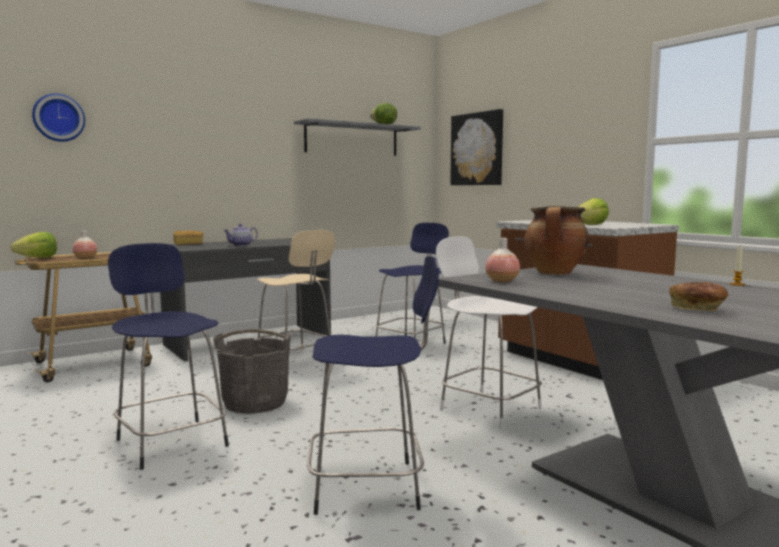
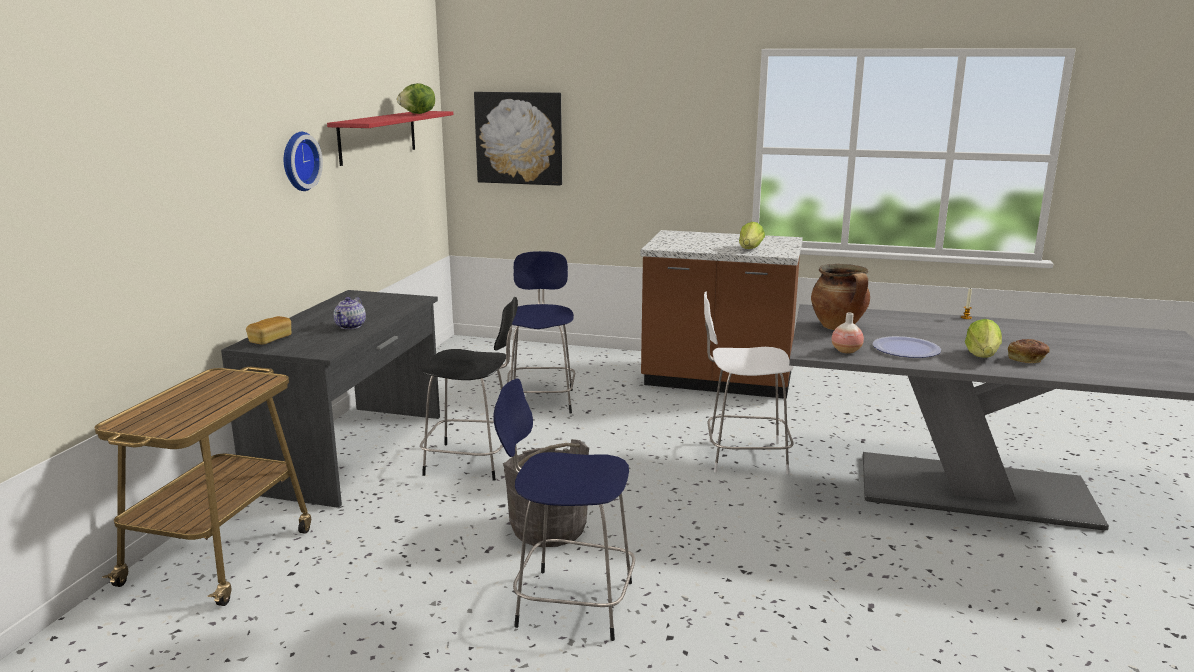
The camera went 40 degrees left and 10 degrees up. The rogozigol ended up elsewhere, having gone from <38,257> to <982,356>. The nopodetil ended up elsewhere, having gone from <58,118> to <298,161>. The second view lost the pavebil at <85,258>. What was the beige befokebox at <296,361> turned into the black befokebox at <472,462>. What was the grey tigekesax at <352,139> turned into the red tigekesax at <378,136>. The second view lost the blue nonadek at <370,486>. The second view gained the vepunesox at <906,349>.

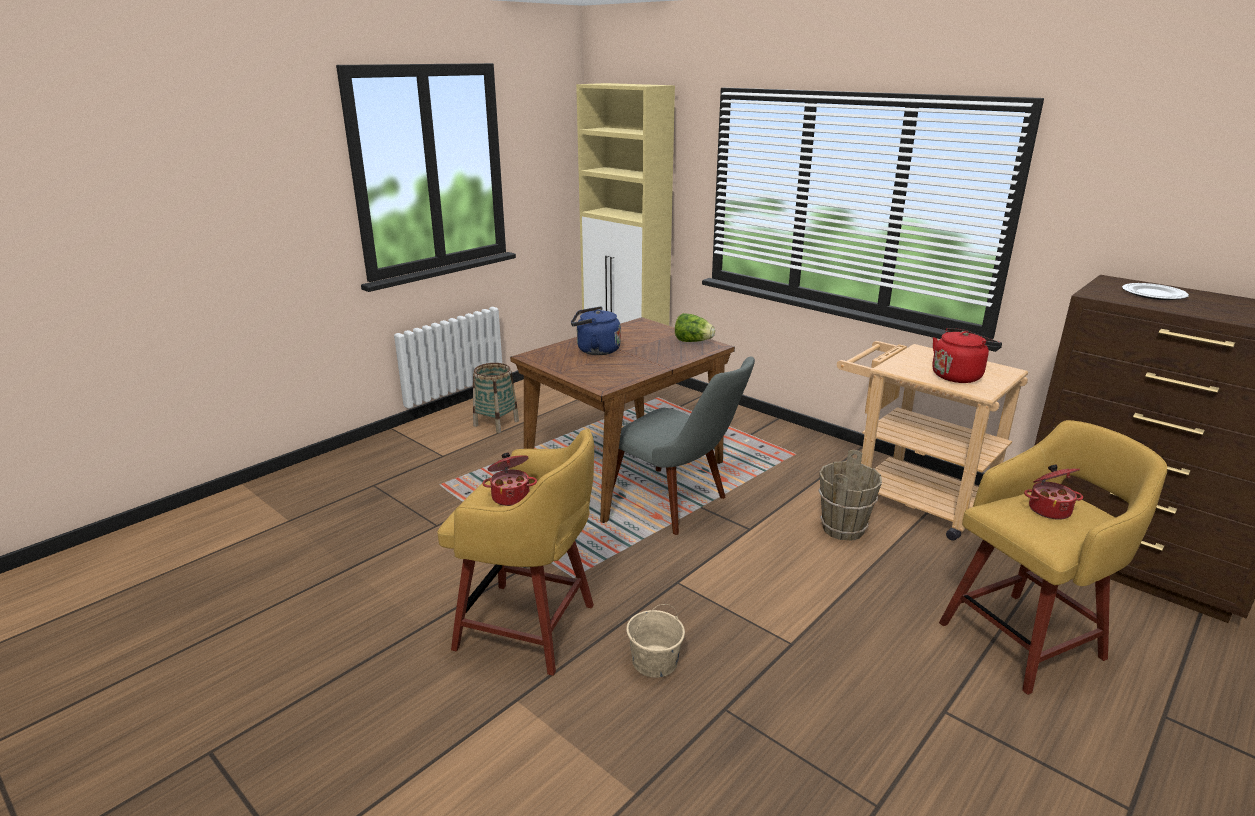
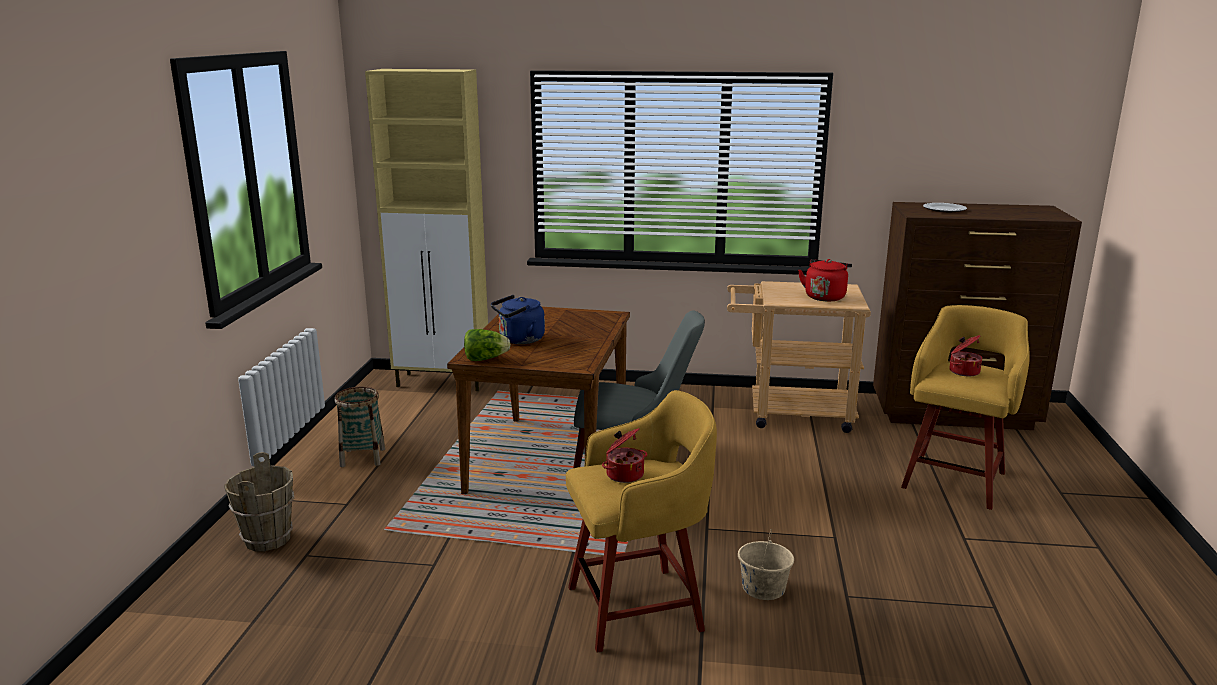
The camera went 35 degrees left and 5 degrees down. The rogozigol ended up elsewhere, having gone from <693,341> to <485,359>. The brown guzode ended up elsewhere, having gone from <843,529> to <268,539>.

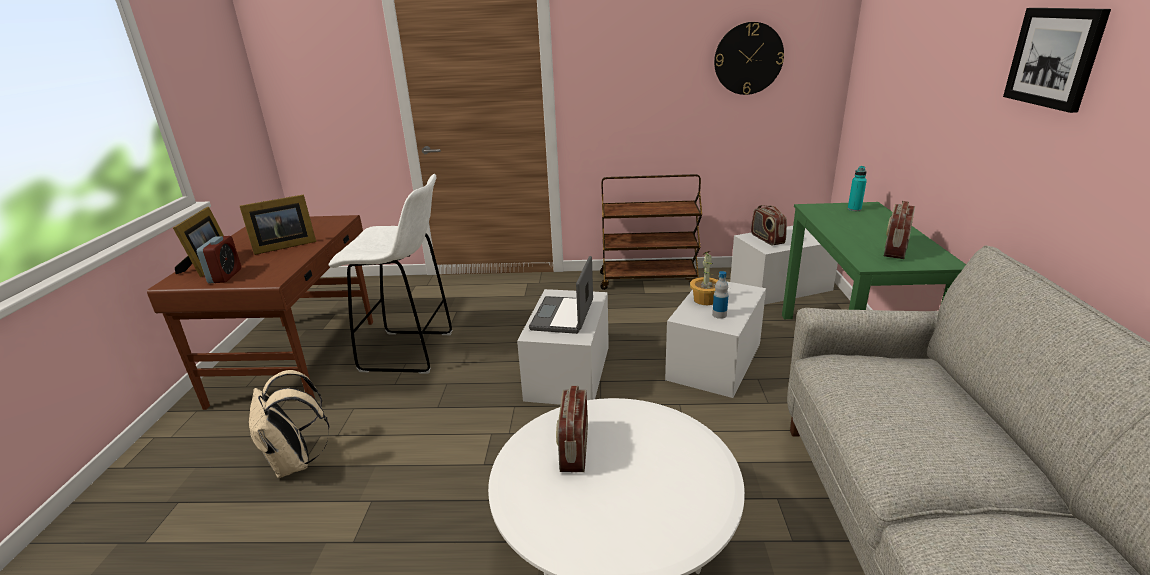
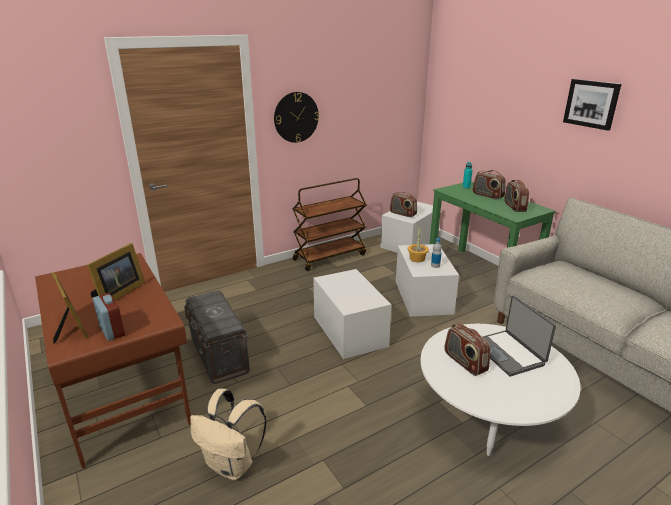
The camera went 35 degrees left and 0 degrees up. Where the white nonadek stood at <410,352>, the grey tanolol came to stand at <219,356>. The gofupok ended up elsewhere, having gone from <564,316> to <509,353>. The nopodetil ended up elsewhere, having gone from <748,58> to <296,117>. The second view gained the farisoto at <487,195>.

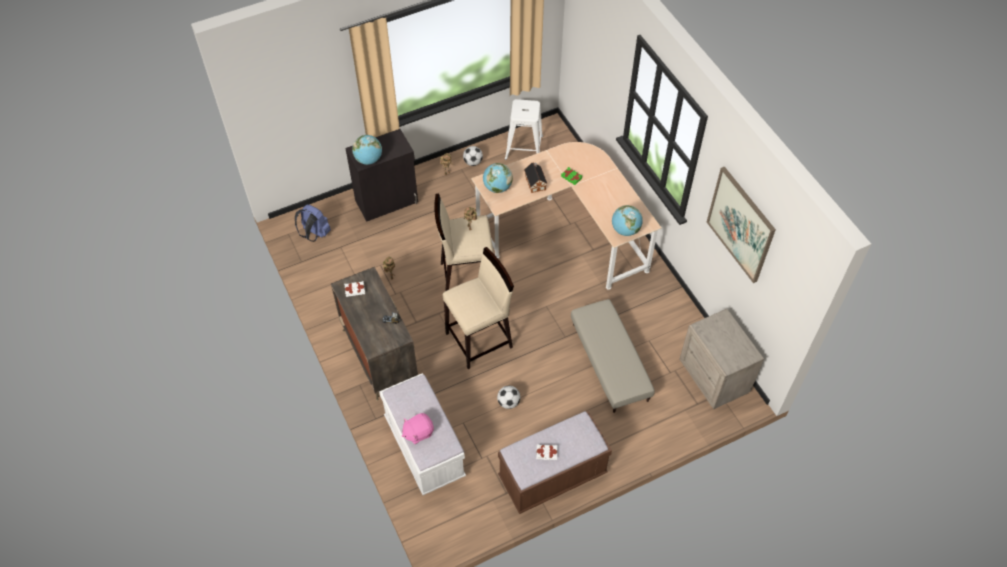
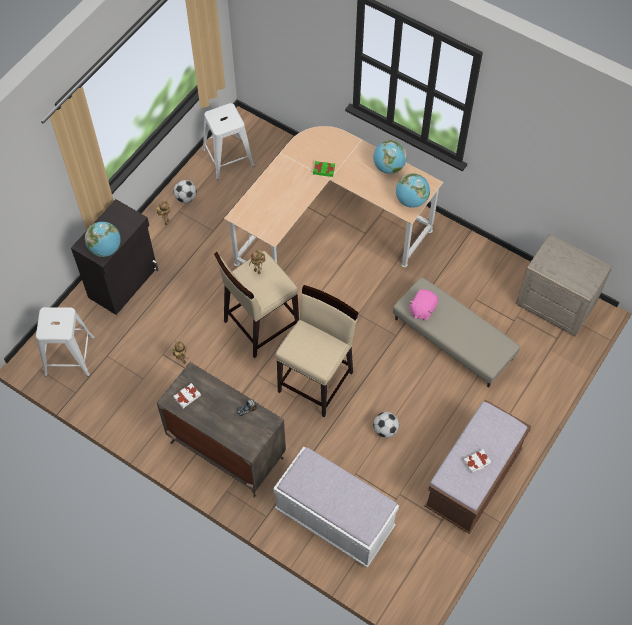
The camera went 30 degrees left and 5 degrees up. Where the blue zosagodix stood at <314,234>, the white nonadek came to stand at <69,355>. The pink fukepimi ended up elsewhere, having gone from <418,432> to <422,309>. The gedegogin ended up elsewhere, having gone from <497,187> to <388,167>. The second view lost the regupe at <535,182>. The second view lost the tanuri at <740,224>.

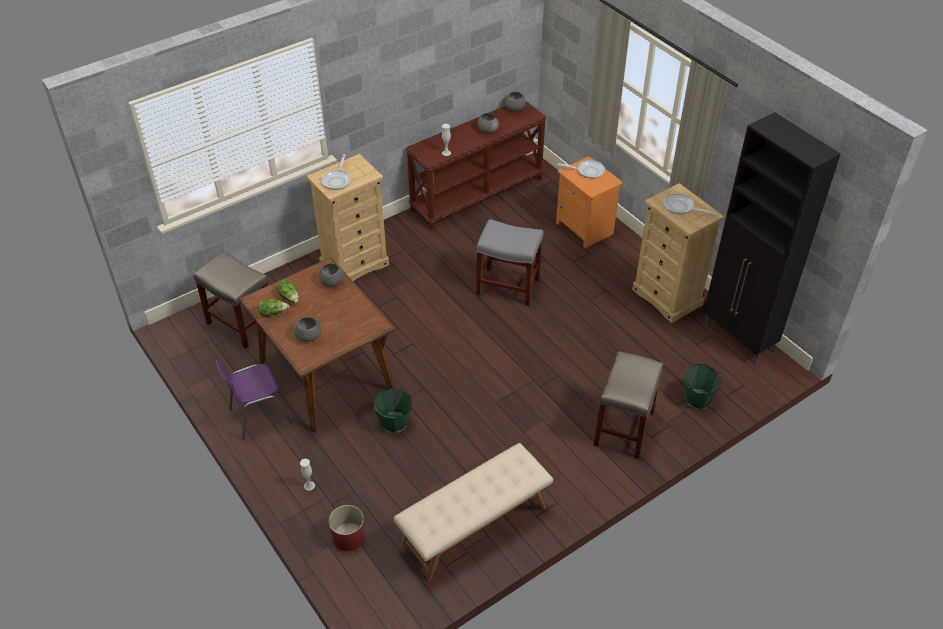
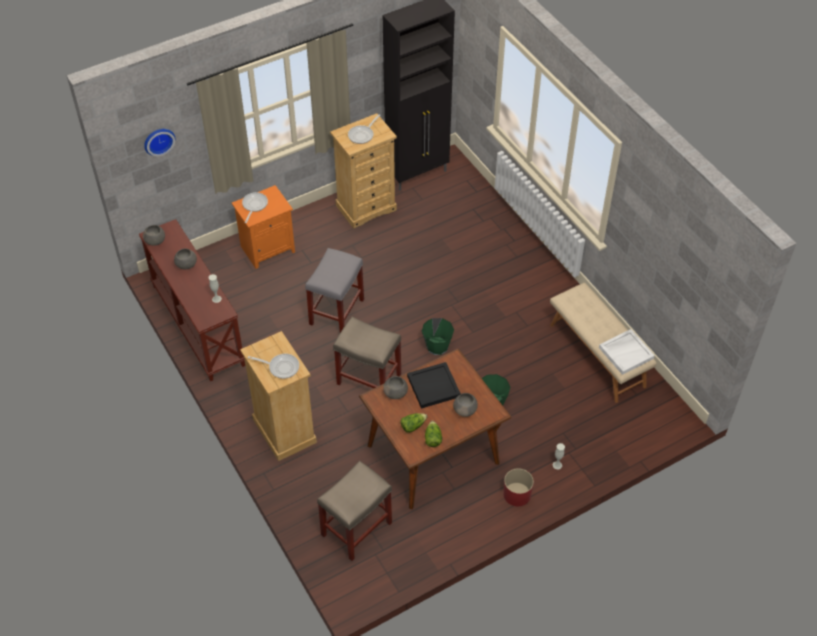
The camera went 85 degrees left and 5 degrees up. The second view lost the purple befokebox at <258,416>. The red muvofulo ended up elsewhere, having gone from <348,537> to <517,494>. The beige nonadek ended up elsewhere, having gone from <623,428> to <368,379>. The green guzode ended up elsewhere, having gone from <697,399> to <437,346>. The second view gained the nopodetil at <158,140>. The second view gained the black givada at <433,387>. The second view gained the white givada at <626,352>.

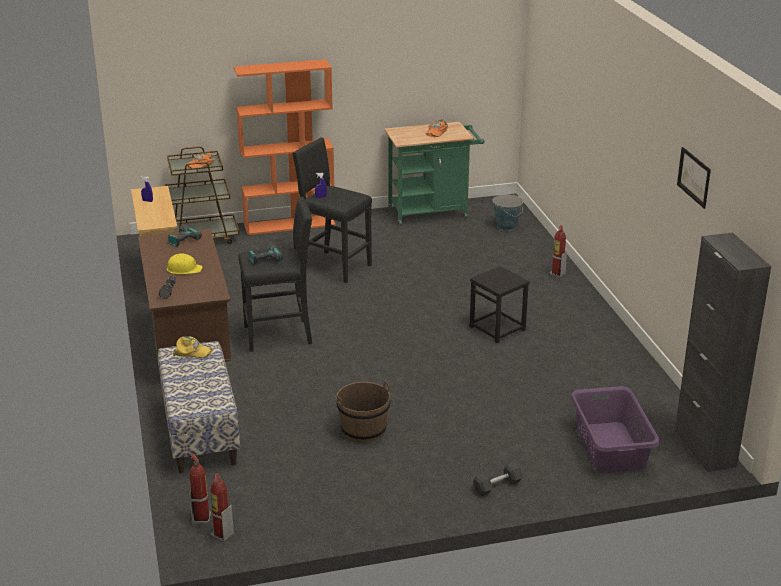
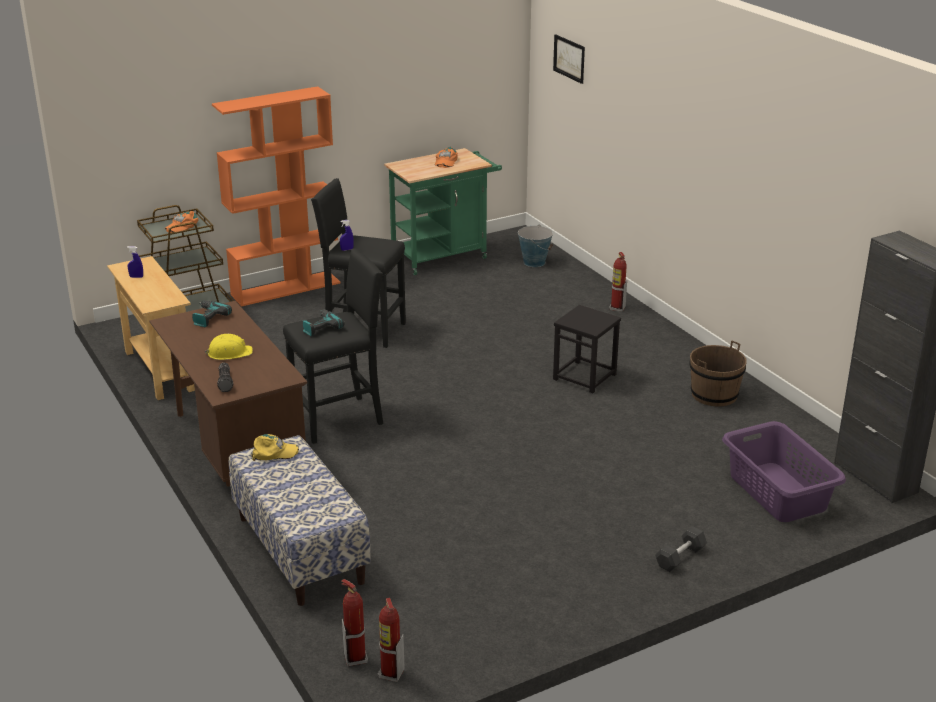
The camera went 15 degrees left and 0 degrees up. The brown guzode ended up elsewhere, having gone from <363,430> to <714,395>. The tanuri ended up elsewhere, having gone from <694,177> to <569,58>.

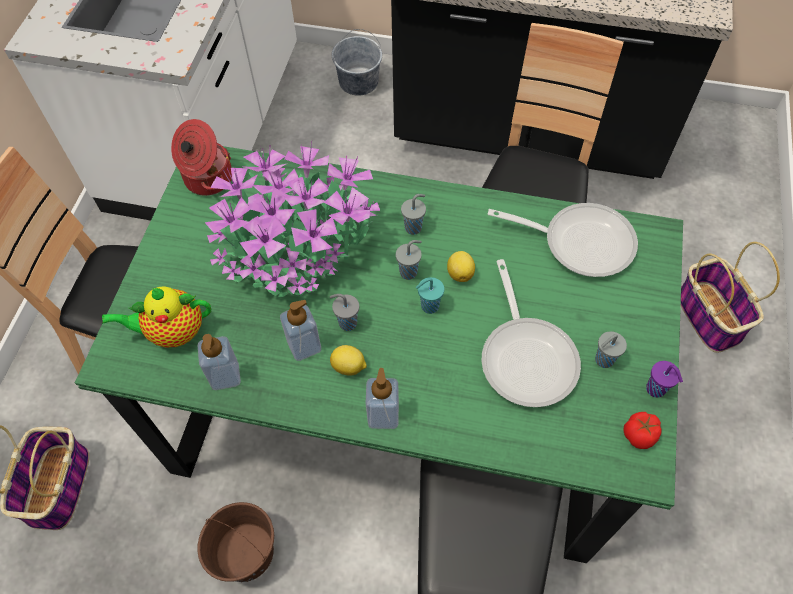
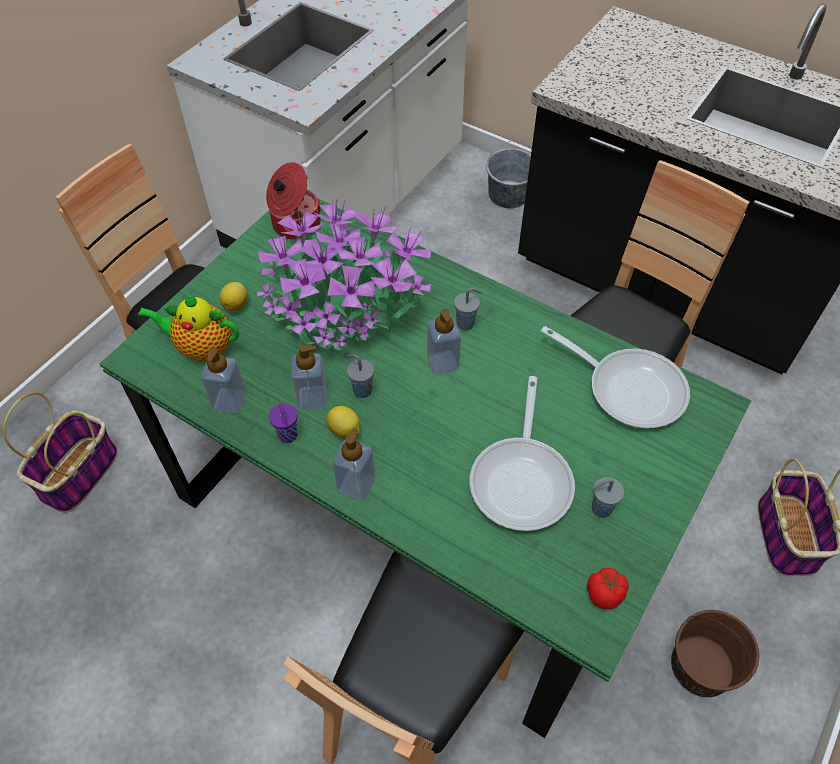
The camera went 20 degrees right and 5 degrees down. The brown guzode ended up elsewhere, having gone from <245,552> to <700,666>. Where the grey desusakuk stood at <409,272>, the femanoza came to stand at <443,363>. The second view lost the turquoise desusakuk at <428,306>. The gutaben ended up elsewhere, having gone from <460,273> to <236,305>. The purple desusakuk ended up elsewhere, having gone from <656,390> to <288,436>.

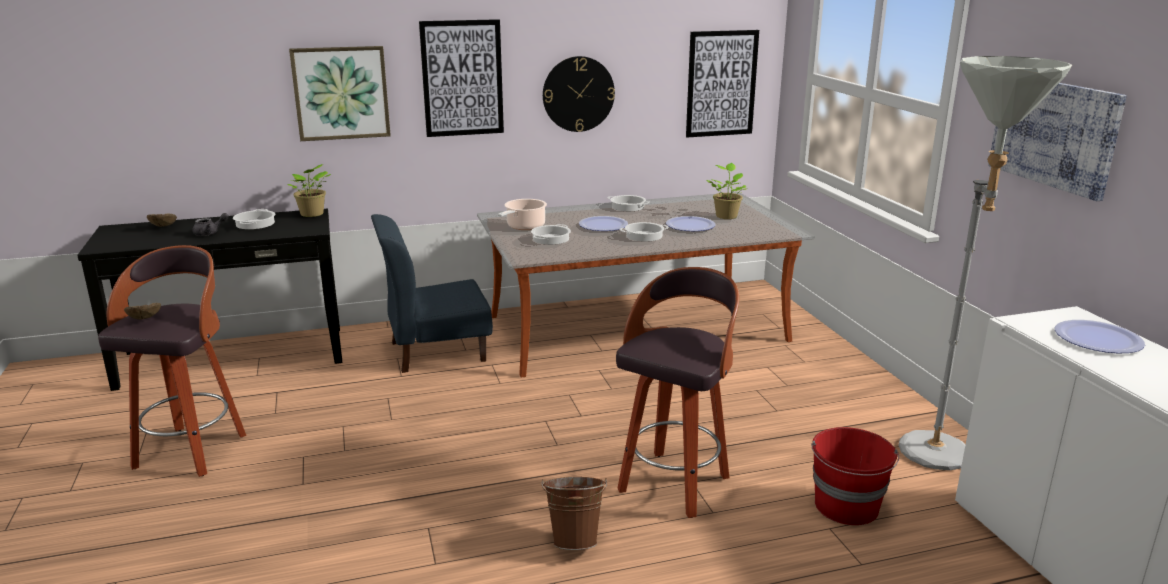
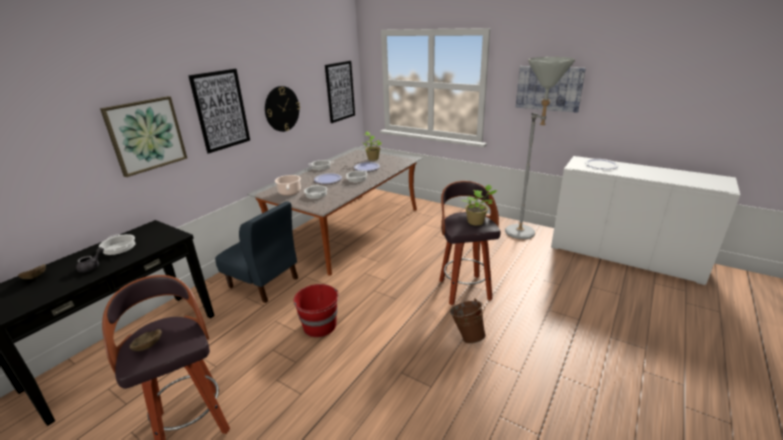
The camera went 40 degrees left and 5 degrees up. The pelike ended up elsewhere, having gone from <312,214> to <477,222>. The blue befokebox at <436,351> ended up facing another way, 90 degrees counterclockwise from before. The red guzode ended up elsewhere, having gone from <847,507> to <320,326>.

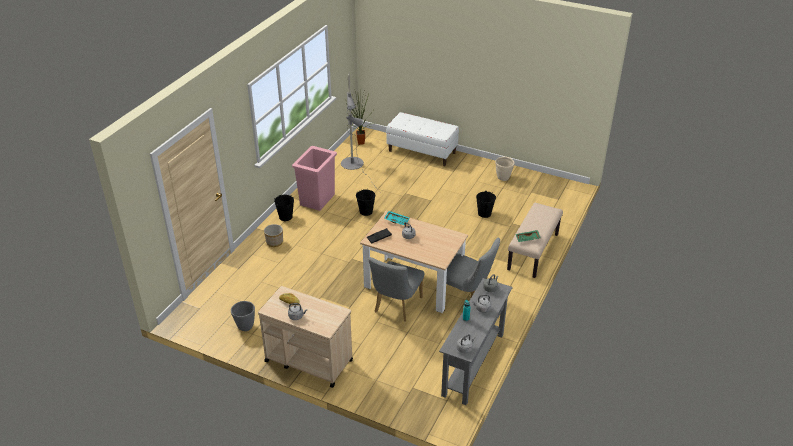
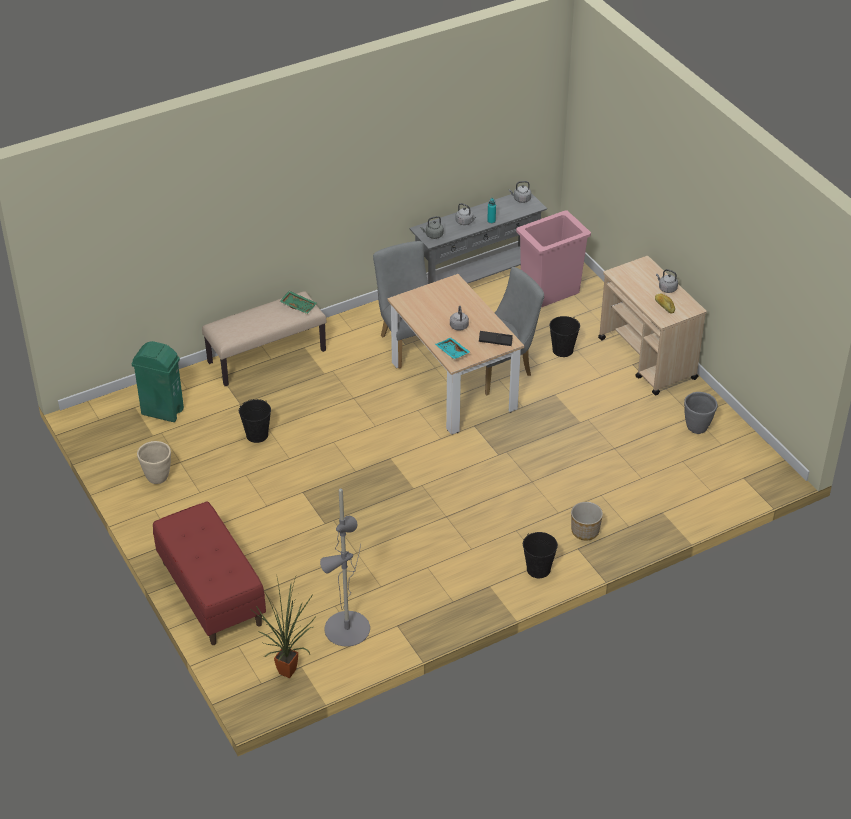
The camera went 145 degrees left and 5 degrees up. The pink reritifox ended up elsewhere, having gone from <318,199> to <549,291>. The black guzode ended up elsewhere, having gone from <366,211> to <562,350>. What was the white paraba at <422,152> turned into the red paraba at <211,593>. The second view gained the green reritifox at <162,411>.

